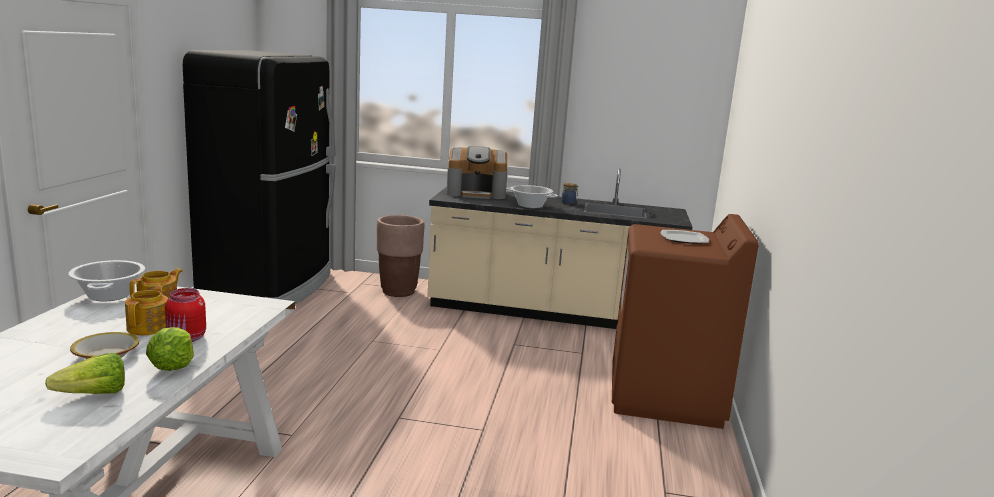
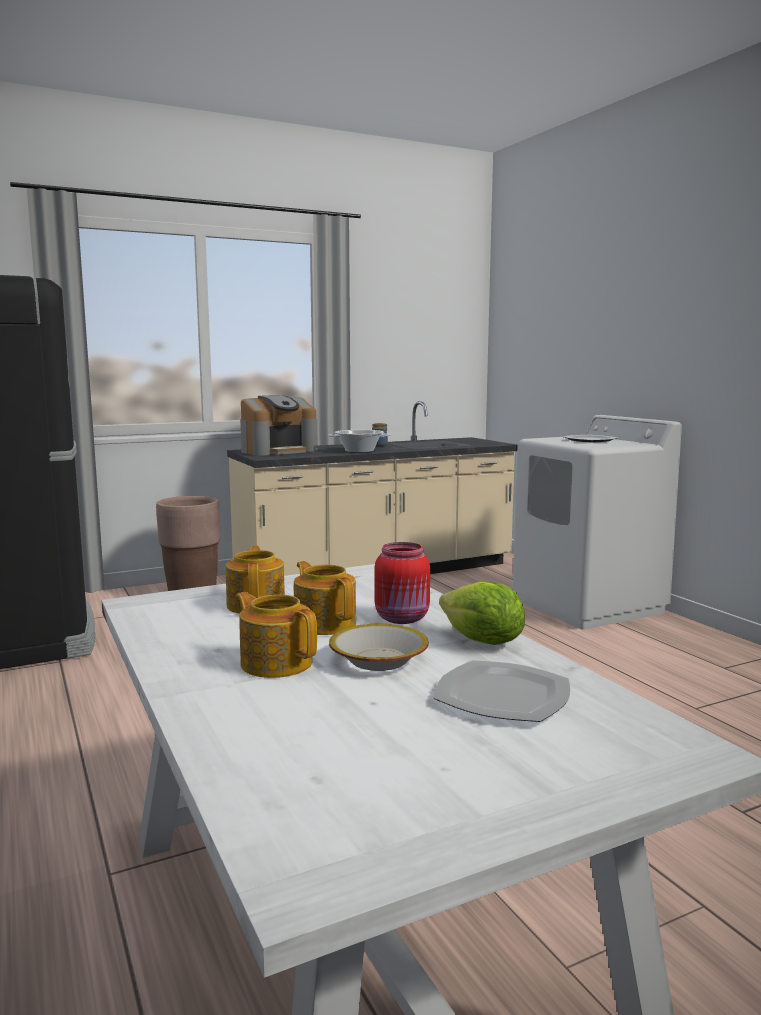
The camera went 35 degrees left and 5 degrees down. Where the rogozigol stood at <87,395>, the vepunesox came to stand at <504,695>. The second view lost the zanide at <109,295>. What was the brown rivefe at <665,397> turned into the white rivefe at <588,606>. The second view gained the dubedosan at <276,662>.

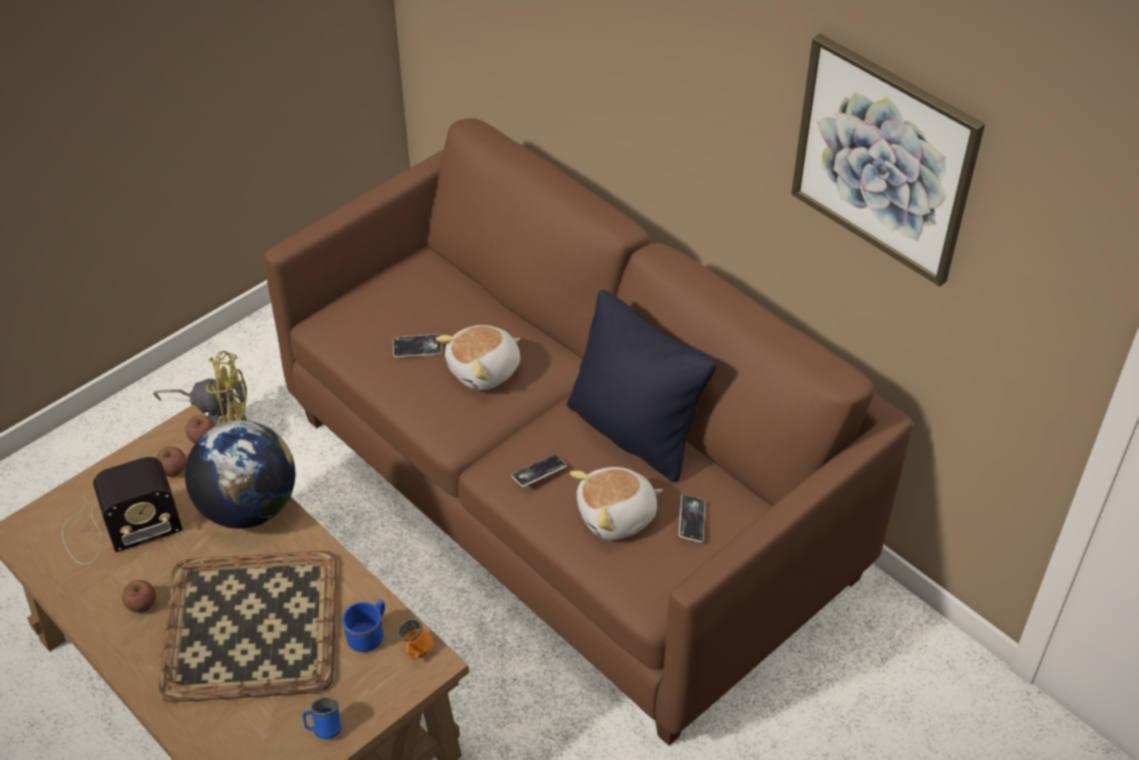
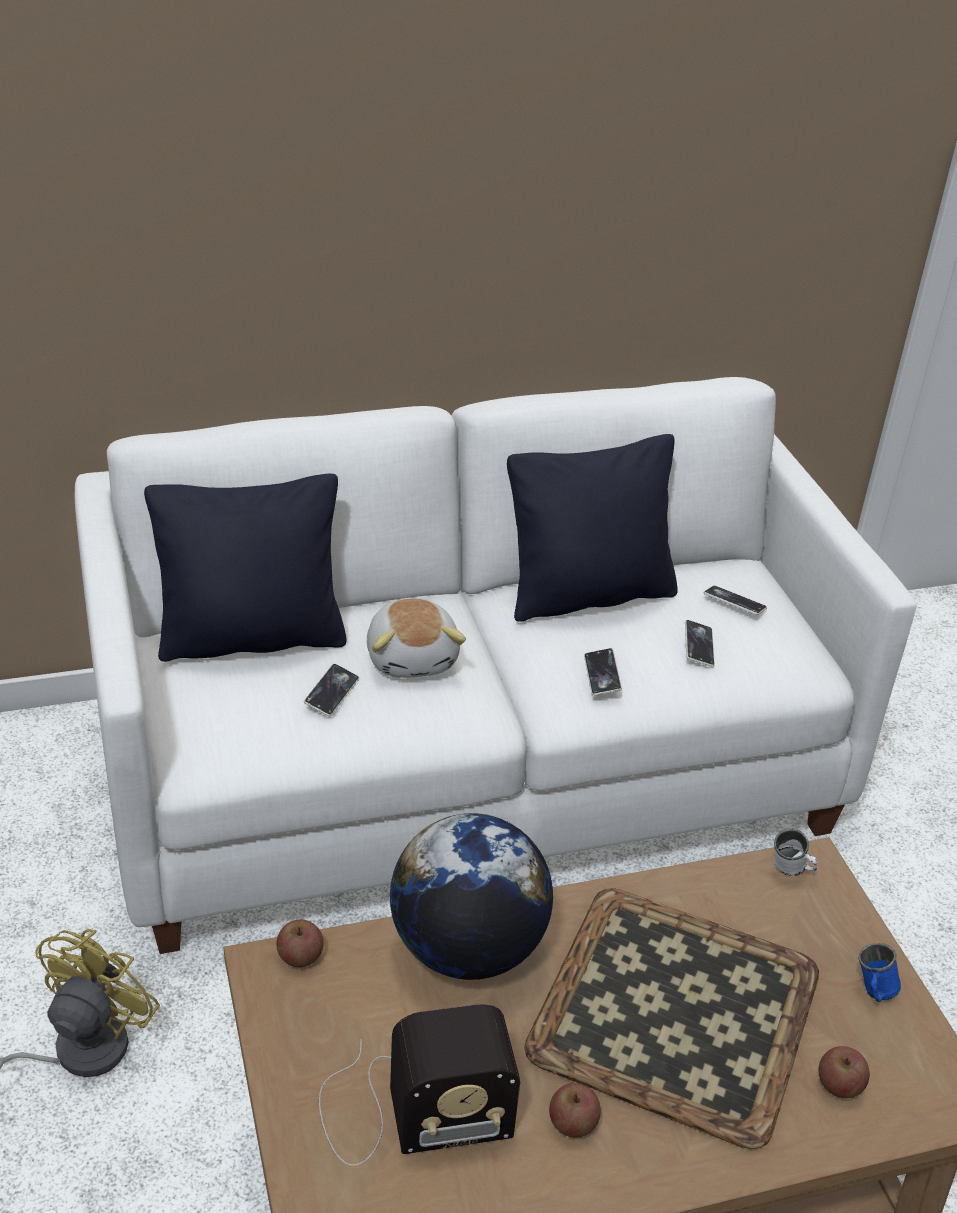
The camera went 65 degrees left and 10 degrees down. The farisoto at <117,528> ended up facing another way, 75 degrees clockwise from before. The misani ended up elsewhere, having gone from <173,470> to <839,1085>. What was the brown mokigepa at <570,495> turned into the white mokigepa at <466,771>. The second view lost the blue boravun at <369,634>. What was the orange boravun at <415,652> turned into the white boravun at <791,872>. Where the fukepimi stood at <617,516>, the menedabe came to stand at <698,646>. The second view lost the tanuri at <884,159>. The second view gained the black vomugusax at <251,638>.

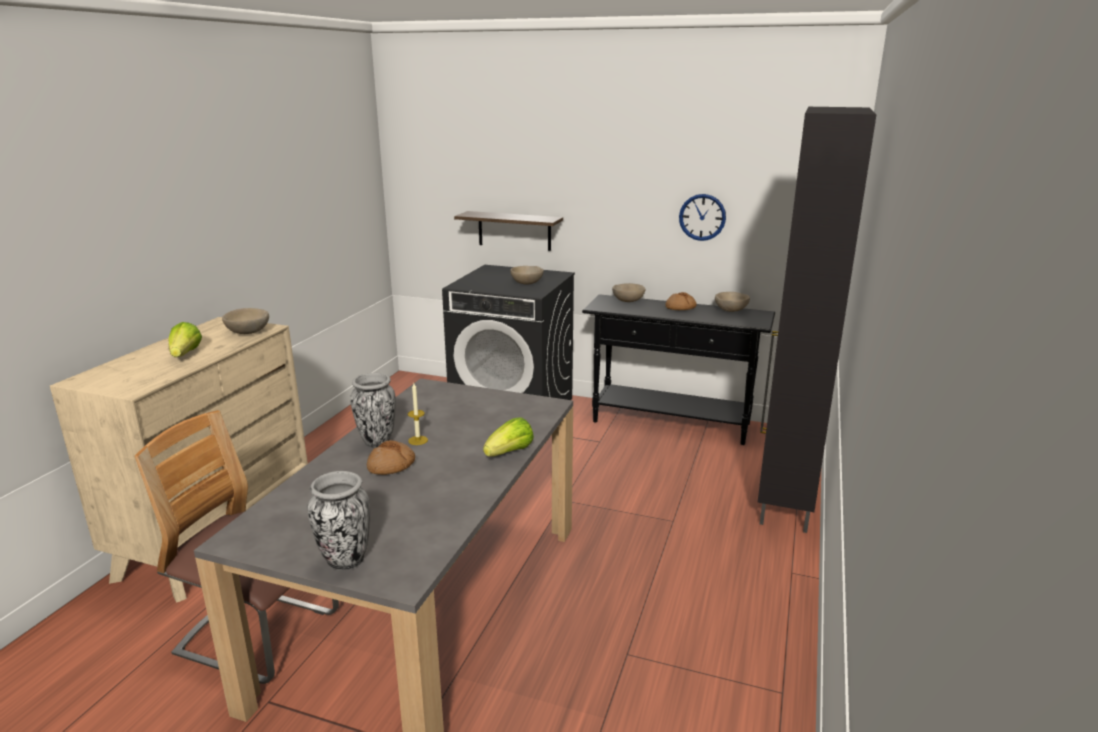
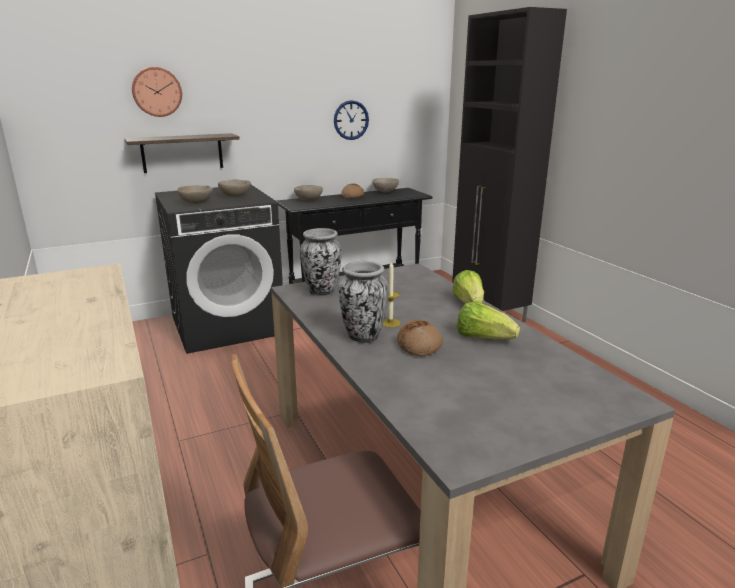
The camera went 45 degrees left and 0 degrees up. The rogozigol ended up elsewhere, having gone from <185,355> to <483,338>. The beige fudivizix ended up elsewhere, having gone from <247,332> to <196,203>. The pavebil ended up elsewhere, having gone from <345,561> to <322,292>. The second view gained the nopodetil at <157,92>.

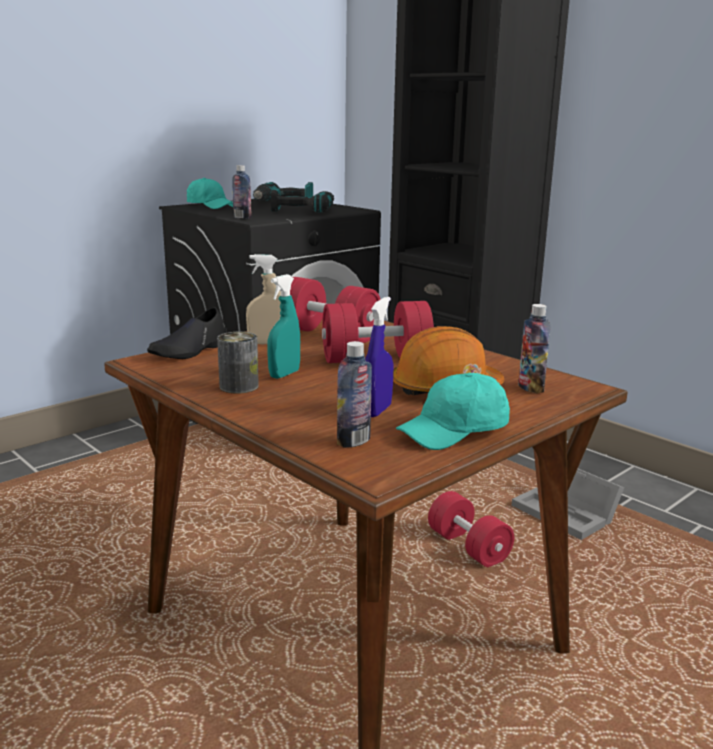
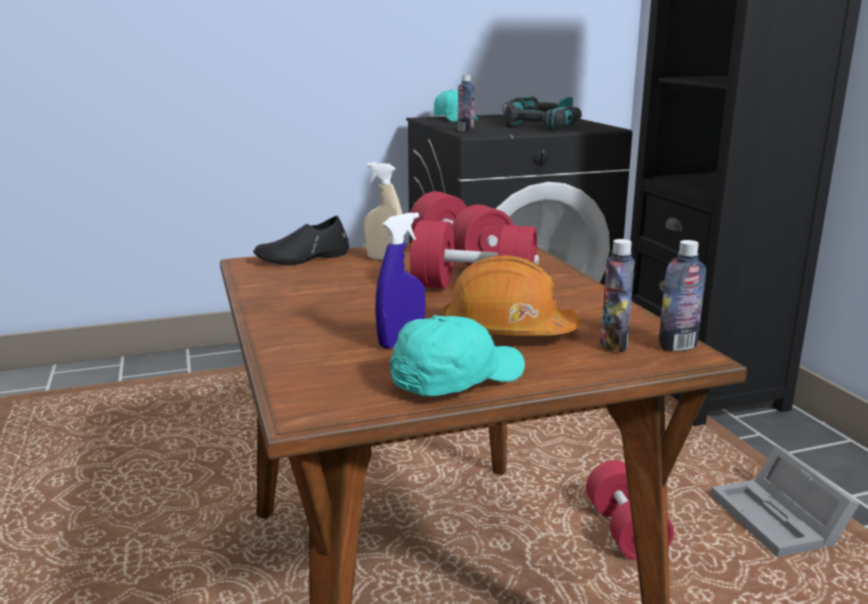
The camera went 25 degrees right and 0 degrees up. The second view lost the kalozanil at <239,386>. The second view lost the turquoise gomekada at <284,374>. The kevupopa ended up elsewhere, having gone from <353,441> to <677,346>. The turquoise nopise at <455,432> ended up facing another way, 150 degrees clockwise from before.

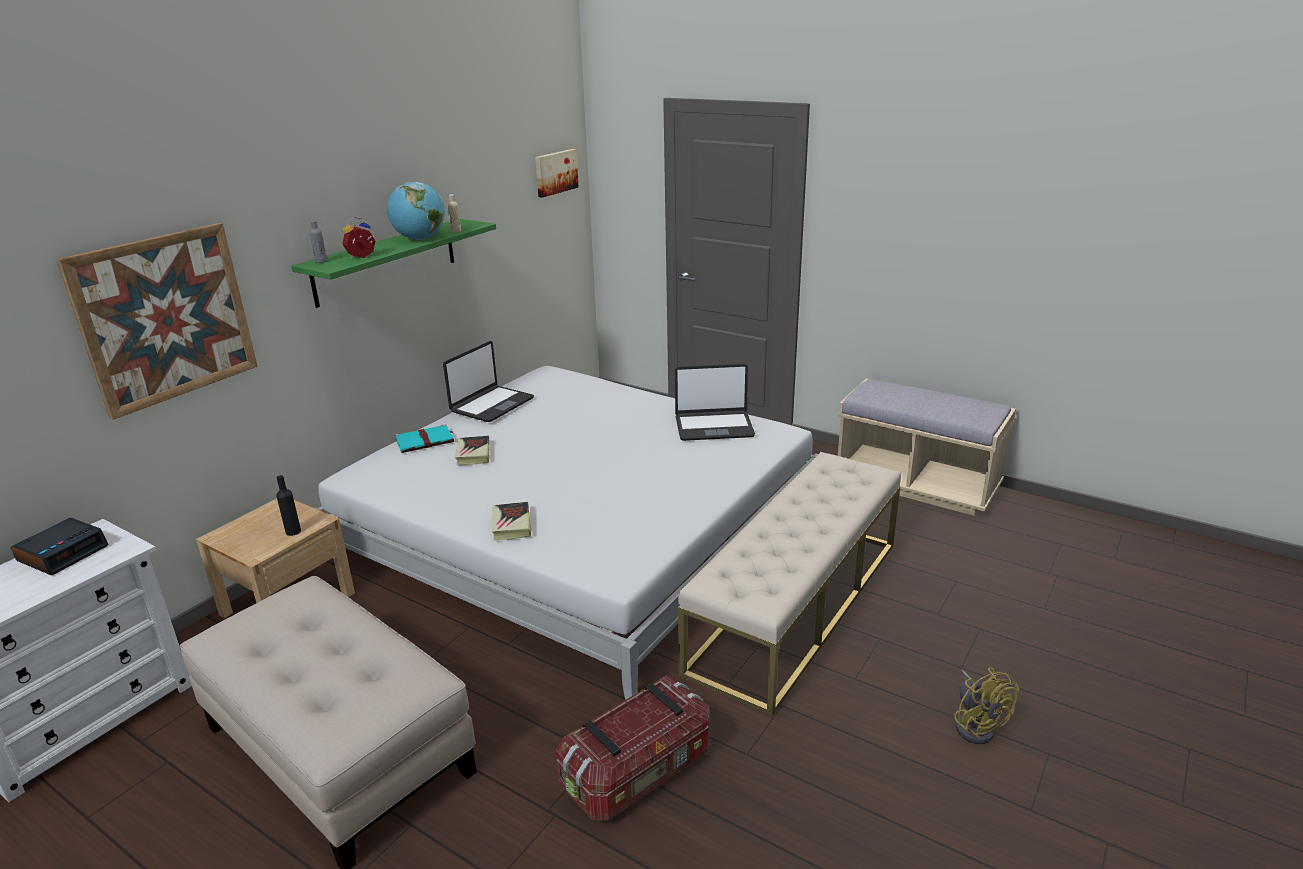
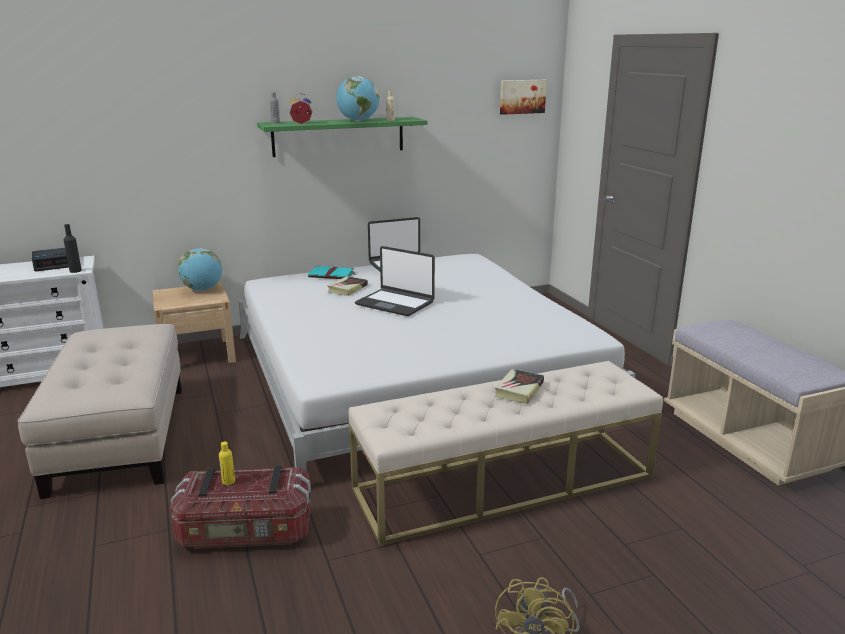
The camera went 35 degrees right and 5 degrees down. The second view lost the tanuri at <165,317>. The black kevupopa ended up elsewhere, having gone from <293,531> to <75,271>. The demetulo ended up elsewhere, having gone from <511,524> to <519,390>. The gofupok ended up elsewhere, having gone from <714,427> to <395,303>. The second view gained the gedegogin at <202,289>. The second view gained the yellow kevupopa at <228,481>.

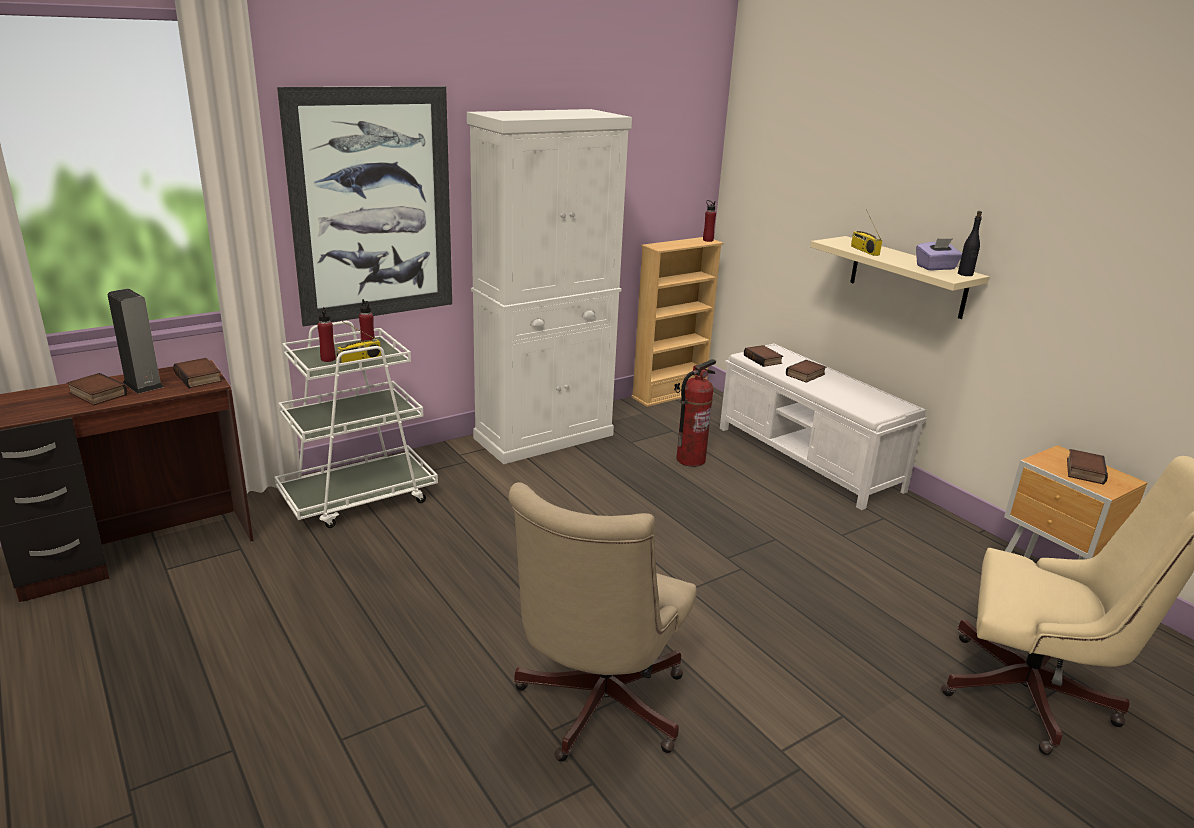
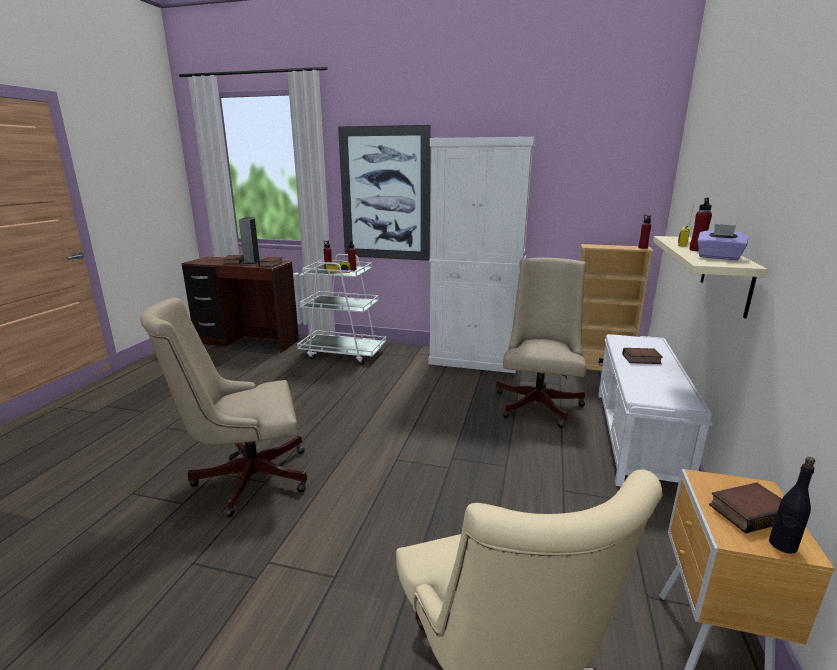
The camera went 50 degrees right and 5 degrees down. Where the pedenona stood at <690,460>, the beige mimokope came to stand at <539,402>. The second view lost the demetulo at <764,359>. The black kevupopa ended up elsewhere, having gone from <965,274> to <782,545>. The second view gained the red kevupopa at <696,250>.

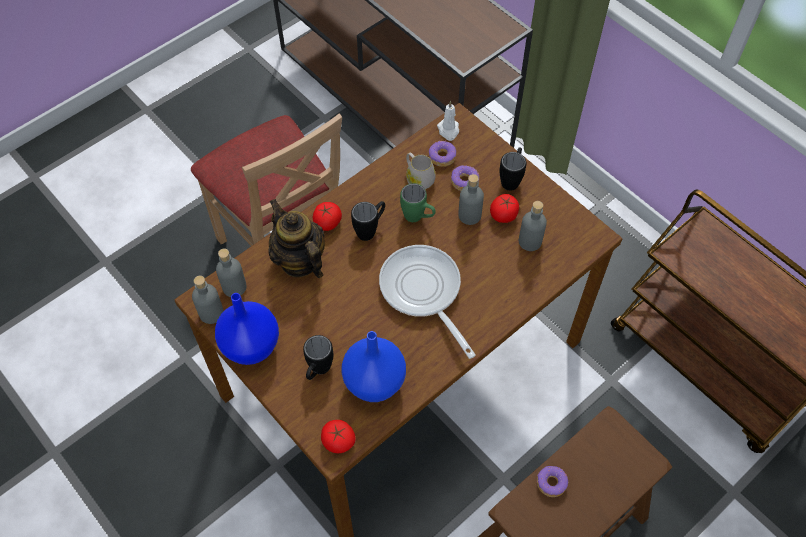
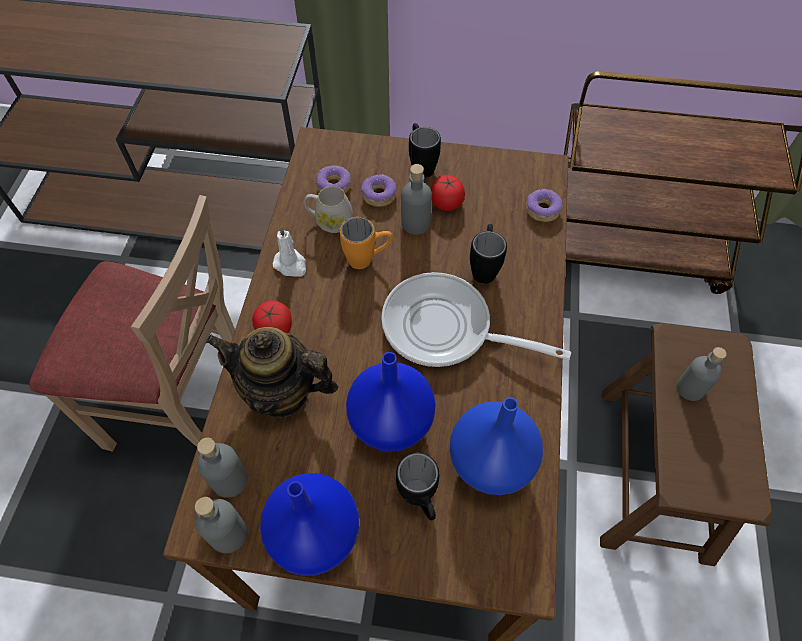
The camera went 40 degrees left and 0 degrees up. The second view lost the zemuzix at <338,441>. The black boravun ended up elsewhere, having gone from <370,229> to <484,267>. What was the green boravun at <418,218> turned into the orange boravun at <368,259>. The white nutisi ended up elsewhere, having gone from <448,130> to <291,265>. The grey kevupopa ended up elsewhere, having gone from <530,241> to <690,388>. The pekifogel ended up elsewhere, having gone from <551,483> to <542,210>. The second view gained the blue pavebil at <392,424>.

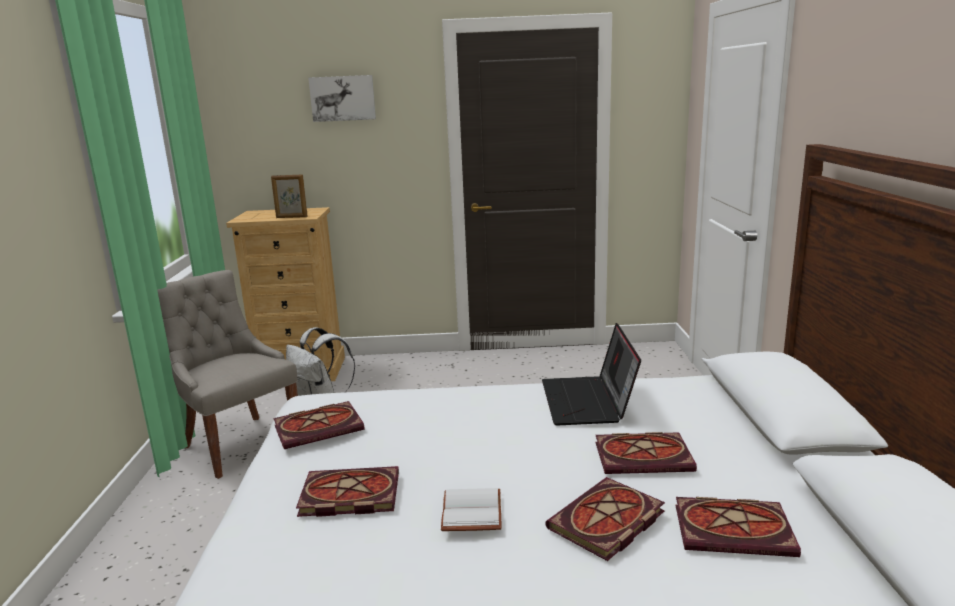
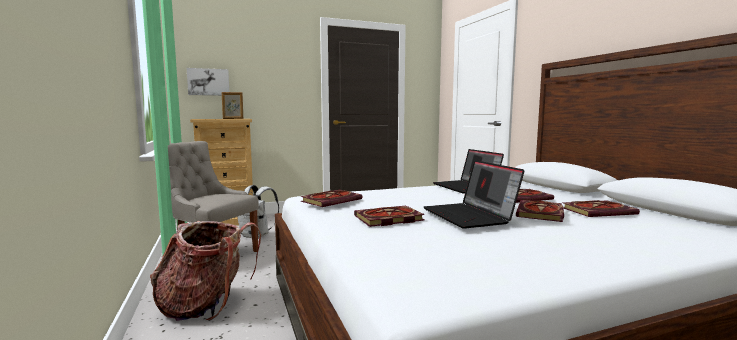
The camera went 20 degrees left and 10 degrees down. The tanuri ended up elsewhere, having gone from <343,98> to <208,82>. Where the white demetulo stood at <474,512>, the gofupok came to stand at <470,216>. The second view gained the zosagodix at <206,305>.

